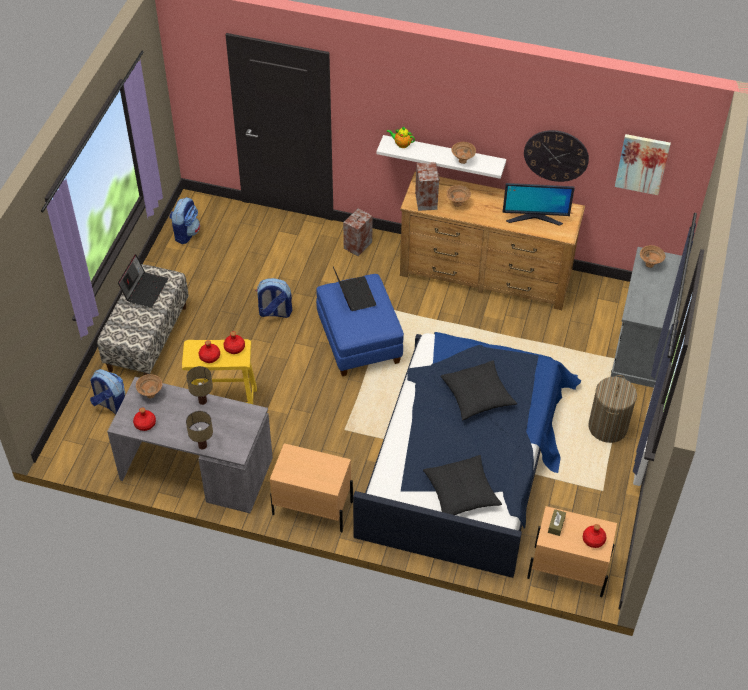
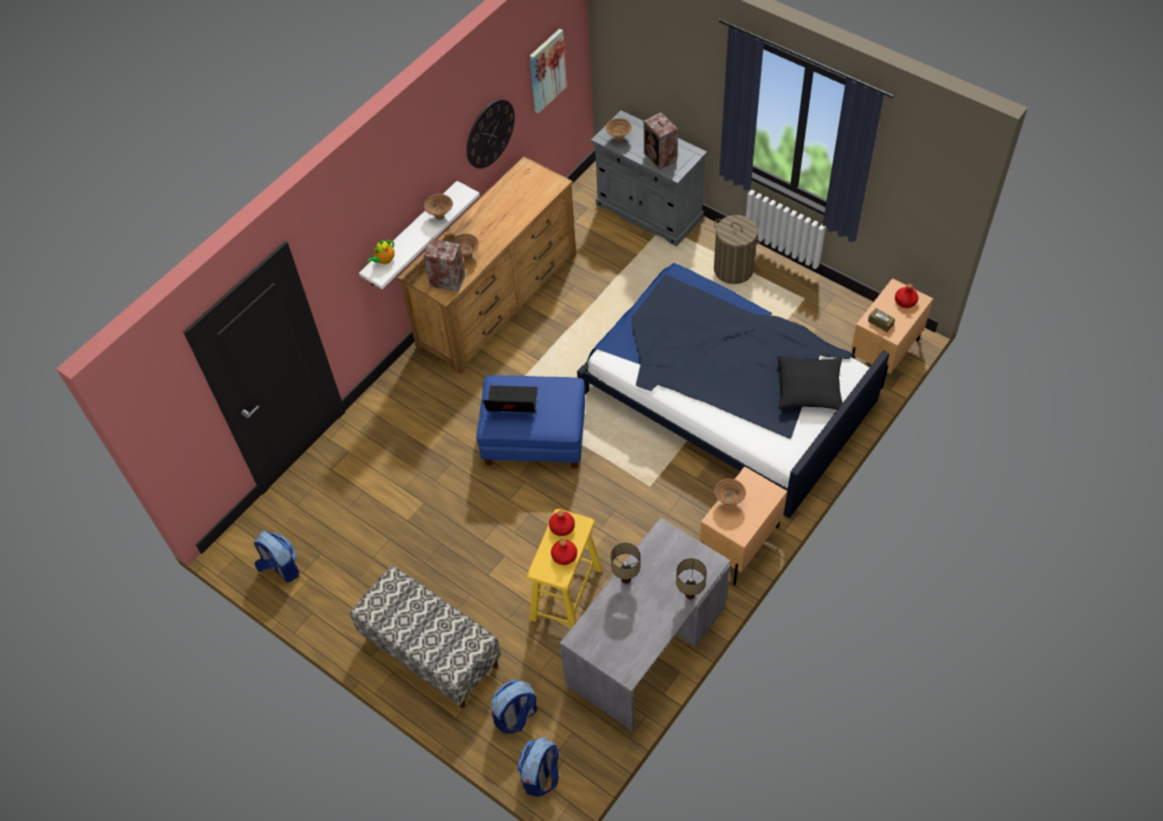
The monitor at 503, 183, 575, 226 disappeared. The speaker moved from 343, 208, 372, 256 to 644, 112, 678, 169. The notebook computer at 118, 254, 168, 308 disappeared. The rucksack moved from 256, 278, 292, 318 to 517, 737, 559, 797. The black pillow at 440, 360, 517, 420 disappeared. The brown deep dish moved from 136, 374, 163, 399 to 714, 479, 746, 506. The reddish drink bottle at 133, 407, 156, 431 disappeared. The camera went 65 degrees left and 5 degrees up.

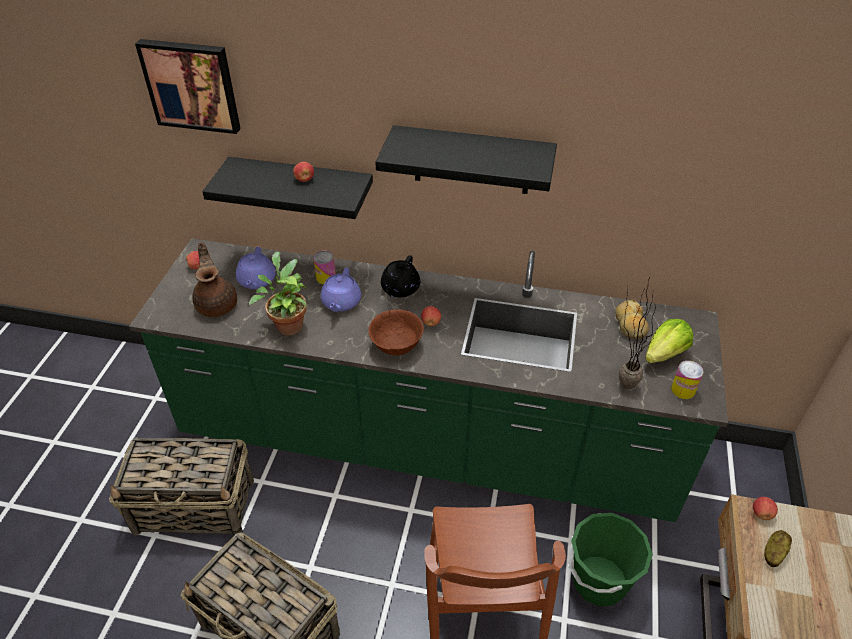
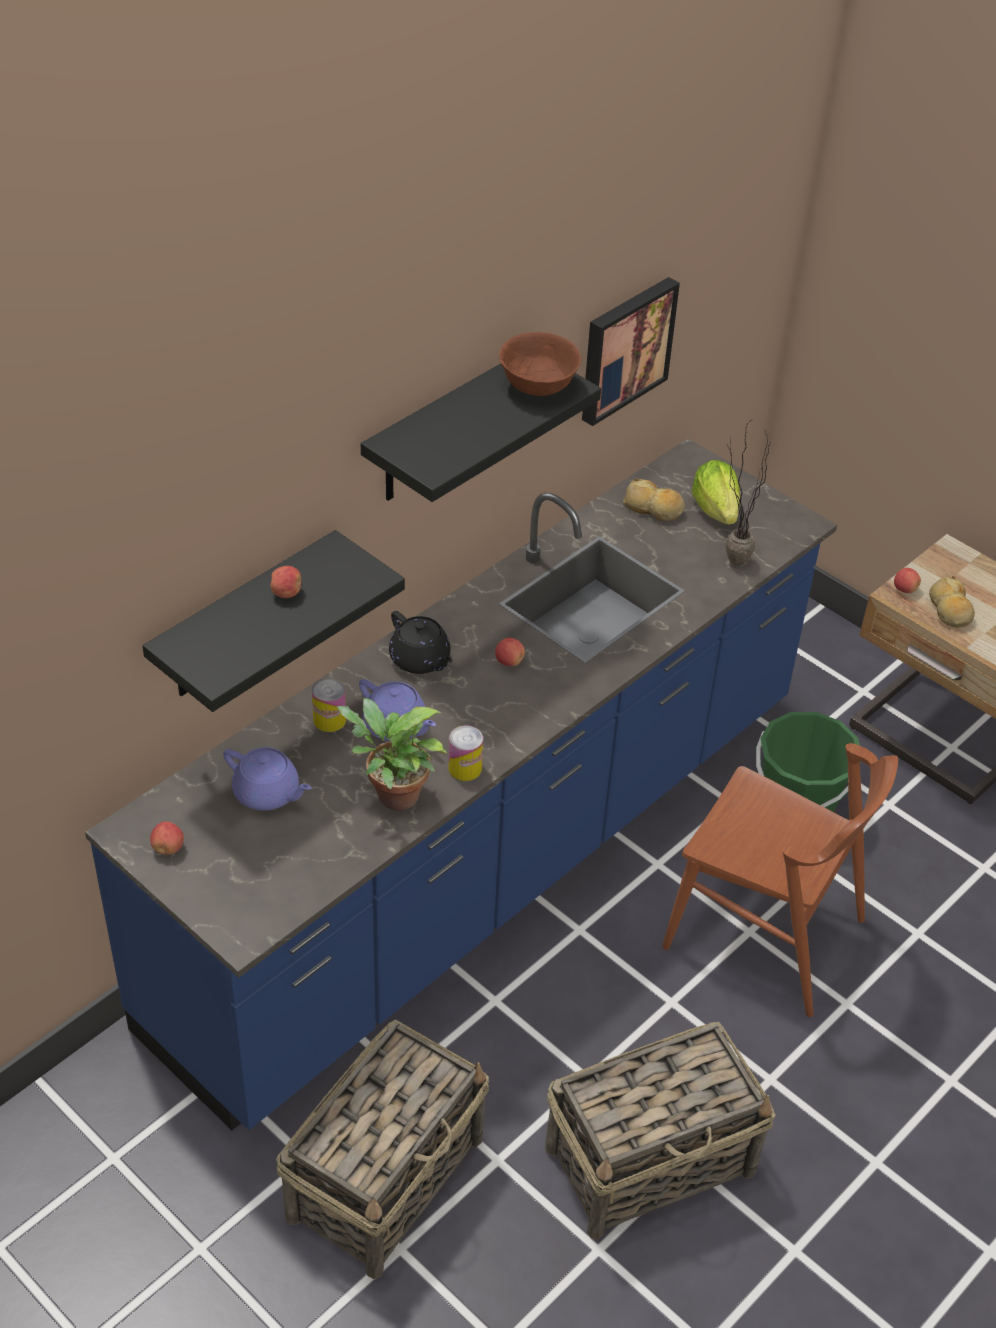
The wall picture moved from 135, 39, 241, 134 to 582, 277, 680, 426. The greenish counter at 129, 238, 728, 522 became the bluish counter at 85, 438, 837, 1130. The brown pot for tea at 192, 242, 237, 317 disappeared. The brown deep dish moved from 368, 309, 424, 355 to 499, 332, 581, 396. The metal can moved from 671, 361, 703, 399 to 449, 726, 483, 781. The whole potato at 764, 530, 792, 567 was replaced by the bakery bread at 929, 576, 975, 627. The camera went 60 degrees left and 0 degrees up.

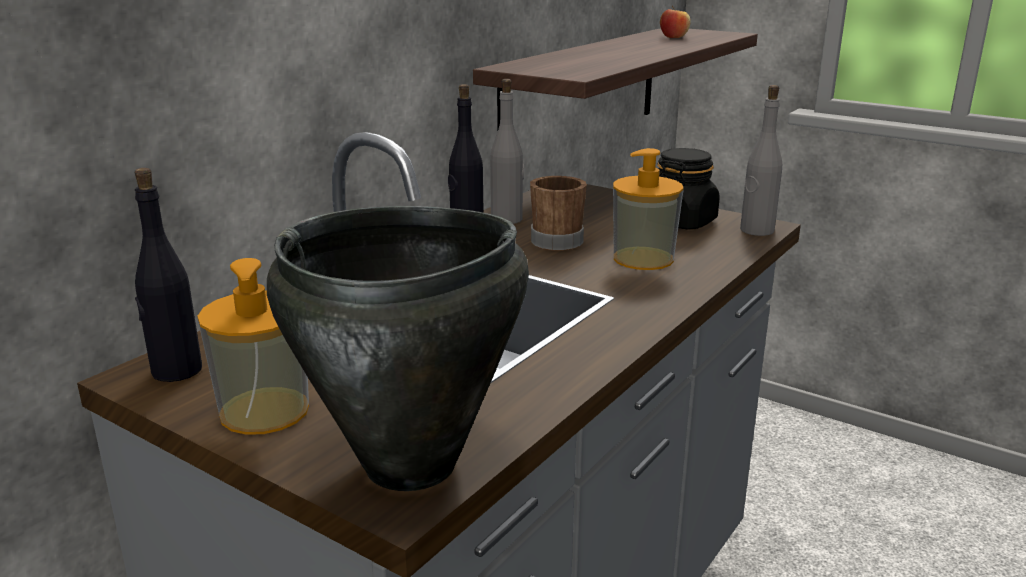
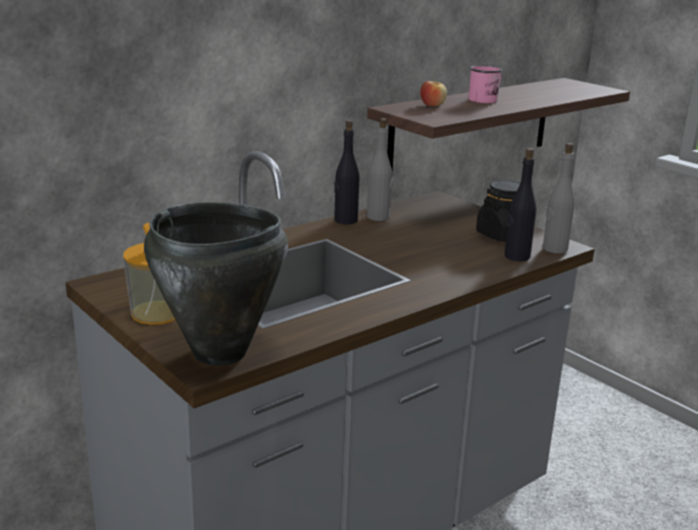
The apple fruit moved from 660, 6, 691, 38 to 420, 78, 447, 107. The liquid soap bottle at 613, 148, 683, 270 disappeared. The black drink bottle moved from 134, 168, 202, 382 to 504, 148, 536, 261. The brown coffee mug at 530, 176, 587, 251 disappeared. The pinkish coffee mug at 469, 65, 502, 103 appeared. The camera went 15 degrees right and 0 degrees up.

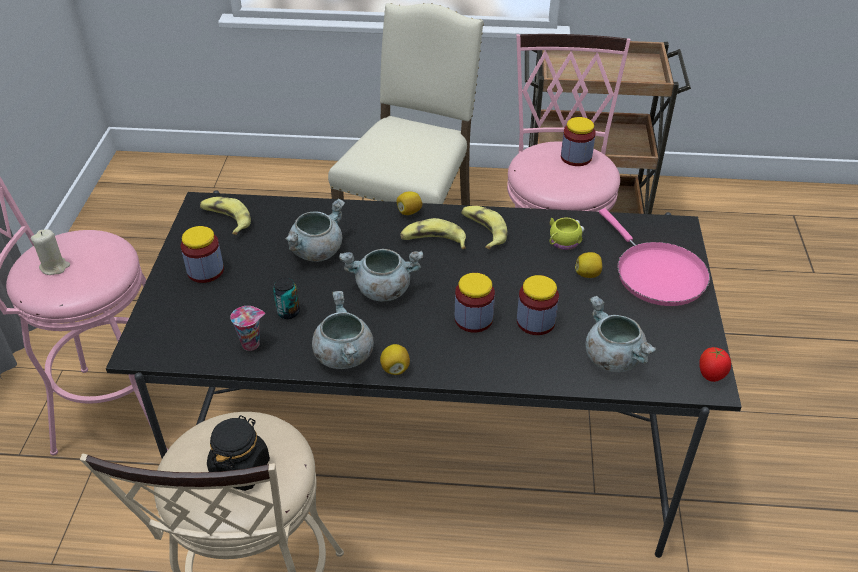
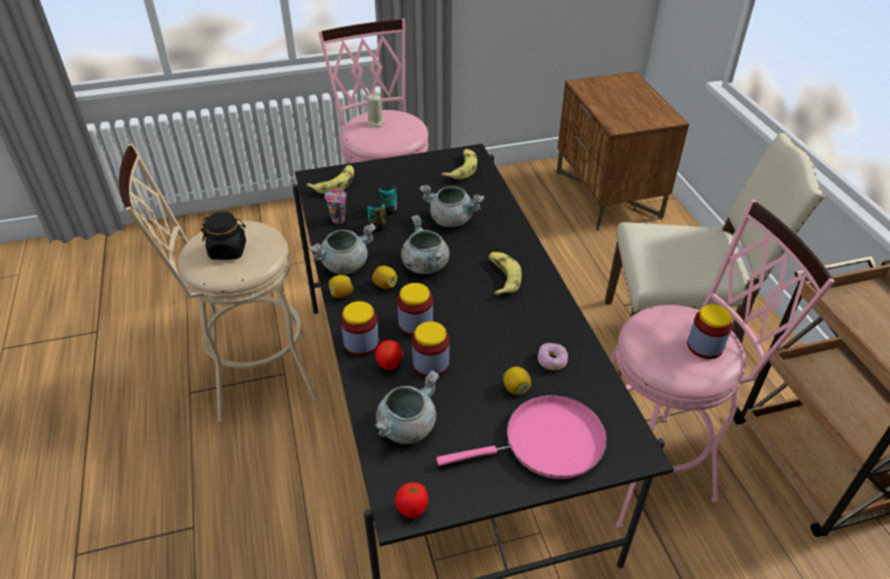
The whole lemon moved from 397, 192, 422, 215 to 372, 266, 398, 289. The banana fruit moved from 461, 206, 507, 249 to 307, 165, 354, 194. The pinkish pan at 599, 208, 710, 306 turned 150 degrees counterclockwise. The yellowish coffee mug at 550, 217, 584, 250 was replaced by the donut at 538, 343, 568, 370. The jar moved from 181, 226, 224, 283 to 341, 301, 379, 356. The brown night table at 557, 71, 689, 231 appeared. The metal can at 378, 181, 397, 214 appeared. The fresh tomato at 375, 340, 403, 370 appeared. The camera went 70 degrees right and 0 degrees up.

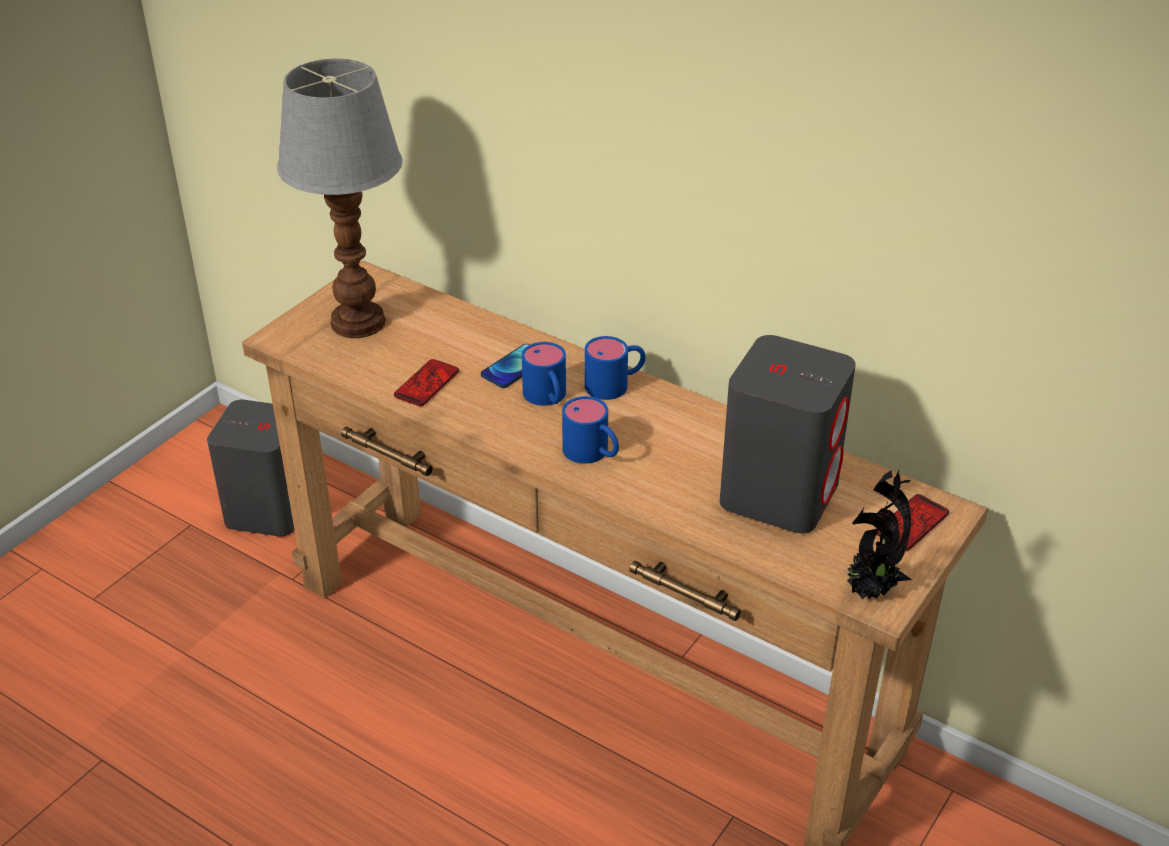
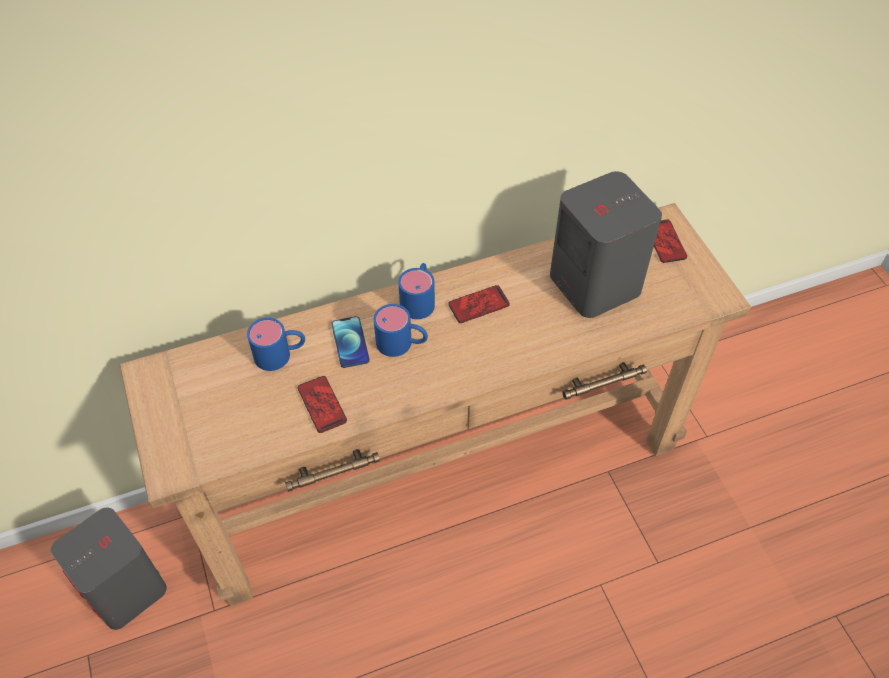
The lamp for a table at 277, 59, 402, 338 disappeared. The bluish coffee mug moved from 562, 396, 619, 464 to 247, 318, 305, 371. The potted plant at 846, 470, 912, 600 disappeared. The handset at 448, 285, 510, 323 appeared. The camera went 55 degrees left and 15 degrees up.

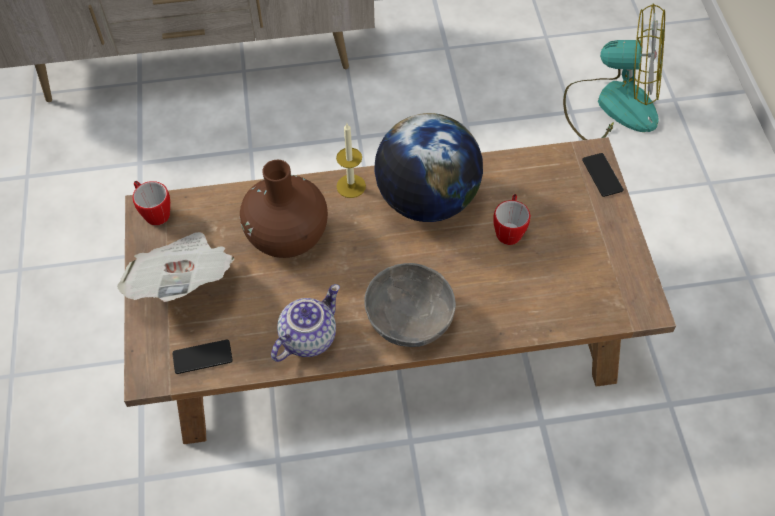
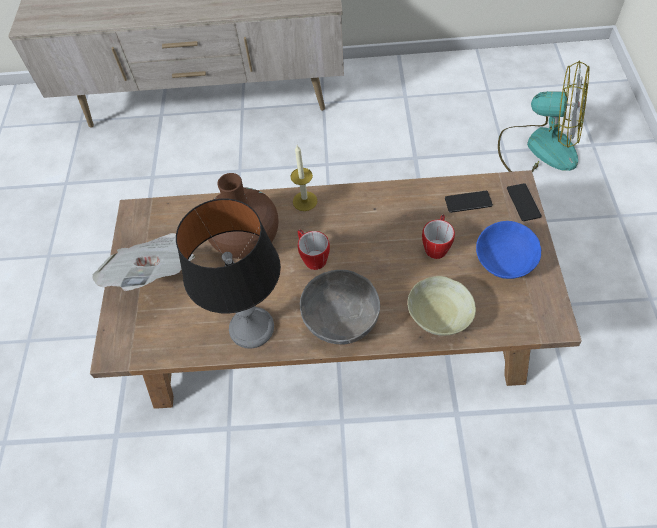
The world globe at 374, 113, 483, 222 disappeared. The coffee mug moved from 133, 181, 170, 225 to 298, 230, 330, 270. The pot for tea at 271, 284, 340, 362 was replaced by the lamp for a table at 176, 199, 281, 349. The handset moved from 172, 340, 233, 374 to 445, 191, 493, 213. The bluish deep dish at 476, 221, 541, 279 appeared. The beige-coloured deep dish at 407, 276, 476, 336 appeared. The camera went 10 degrees right and 0 degrees up.

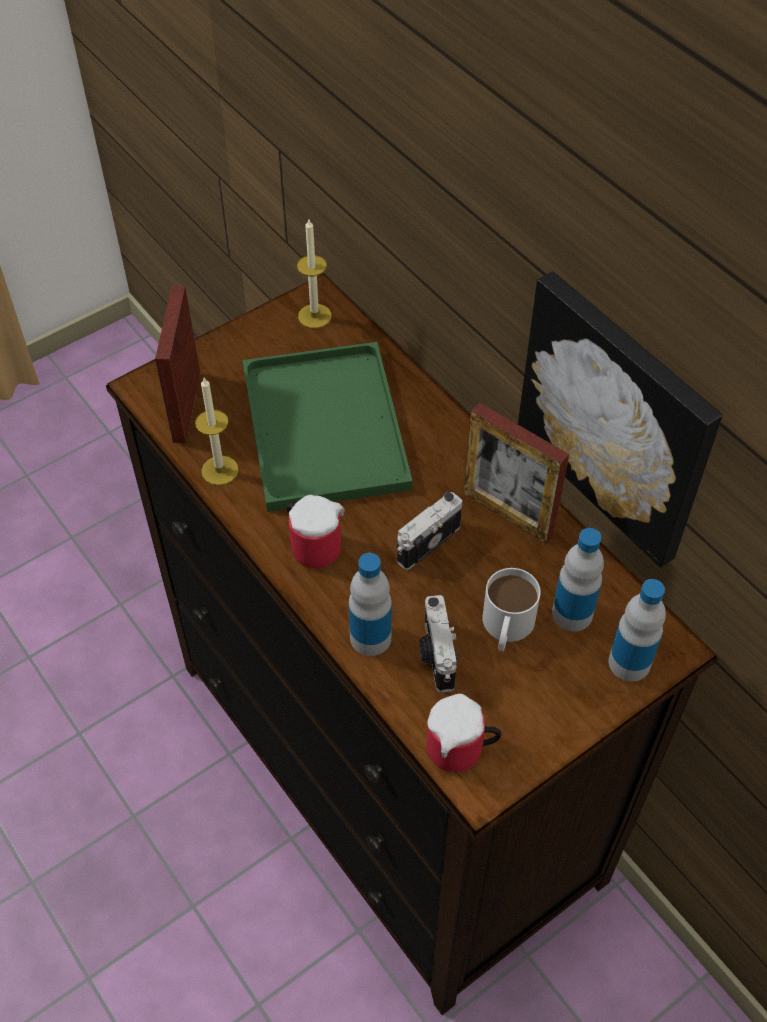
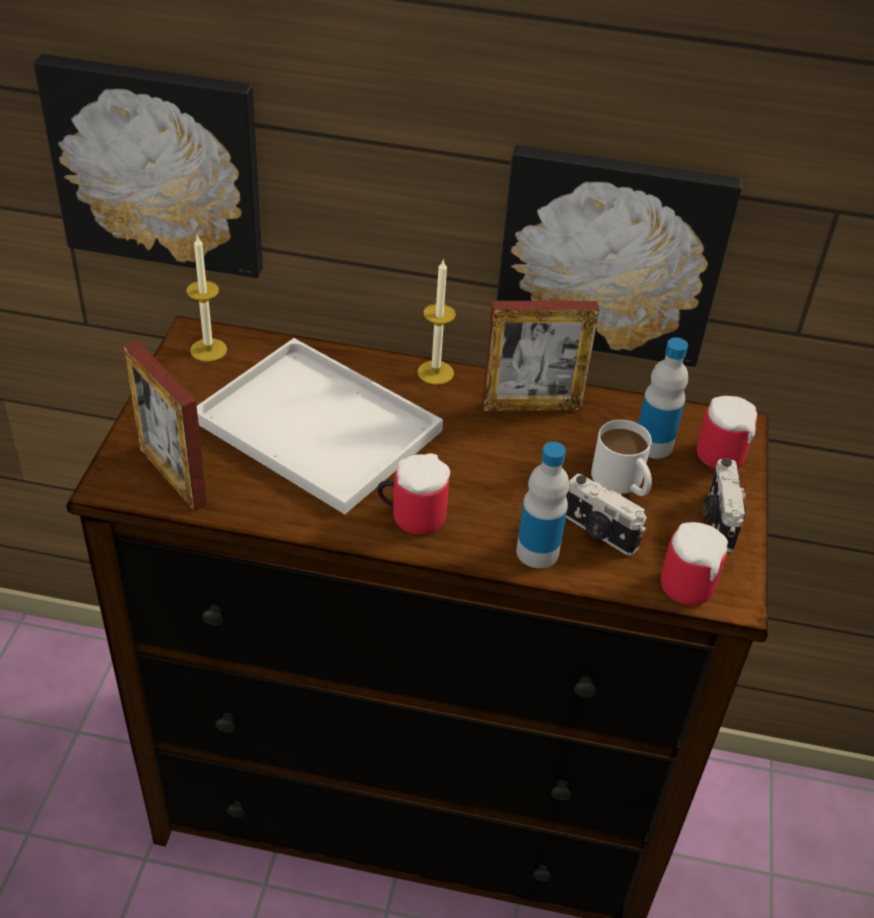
The greenish serving tray at 242, 342, 413, 512 became the white serving tray at 197, 338, 443, 514. The wax light moved from 195, 378, 239, 485 to 417, 260, 456, 385. The photo camera moved from 397, 492, 462, 570 to 703, 458, 746, 552. The drink bottle at 609, 579, 666, 682 was replaced by the coffee mug at 697, 396, 757, 469. The wall picture at 34, 54, 263, 278 appeared. The camera went 45 degrees left and 10 degrees down.

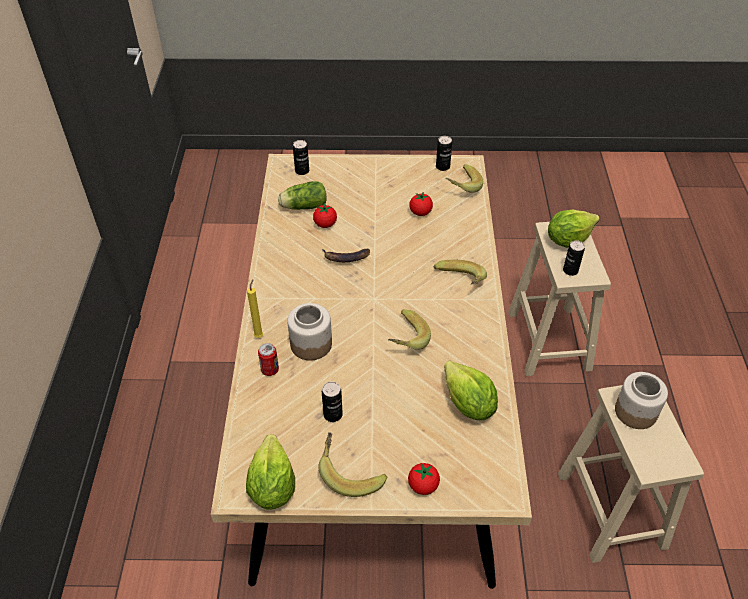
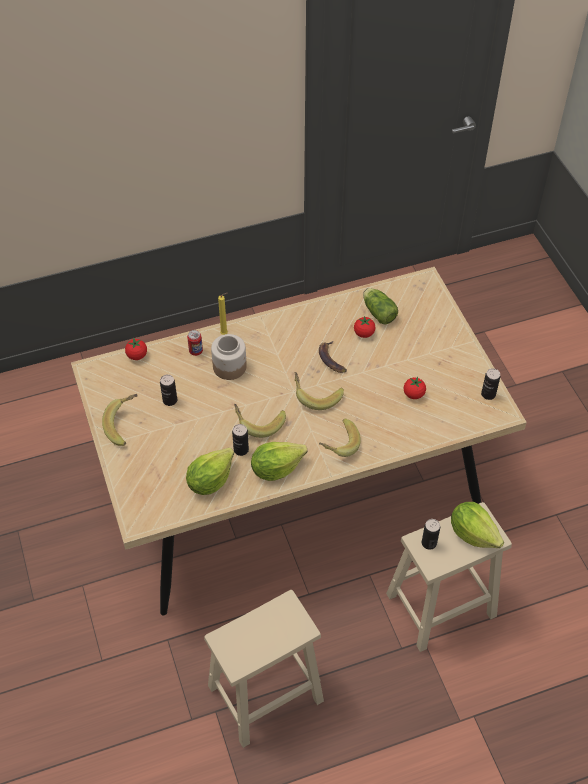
The metal can moved from 293, 140, 309, 175 to 232, 424, 249, 456. The banana fruit moved from 445, 164, 483, 193 to 295, 372, 344, 410. The jar at 615, 372, 668, 429 disappeared. The lettuce head moved from 246, 434, 295, 510 to 251, 442, 308, 481. The fresh tomato moved from 408, 463, 440, 495 to 125, 338, 147, 360. The camera went 70 degrees right and 5 degrees up.

